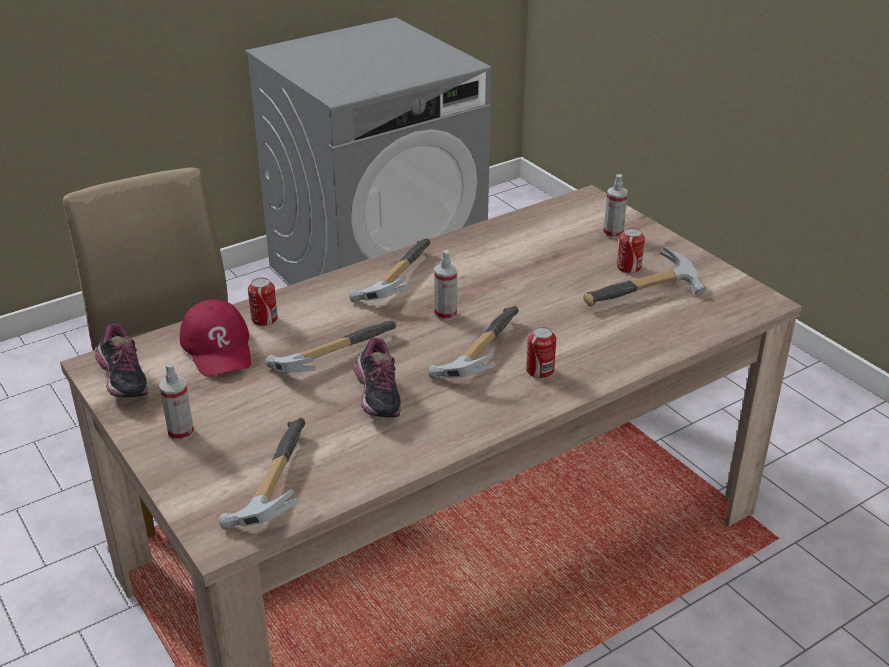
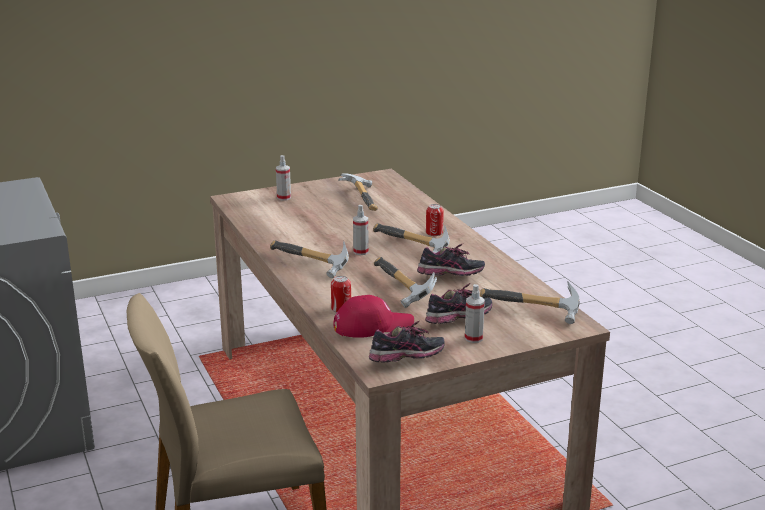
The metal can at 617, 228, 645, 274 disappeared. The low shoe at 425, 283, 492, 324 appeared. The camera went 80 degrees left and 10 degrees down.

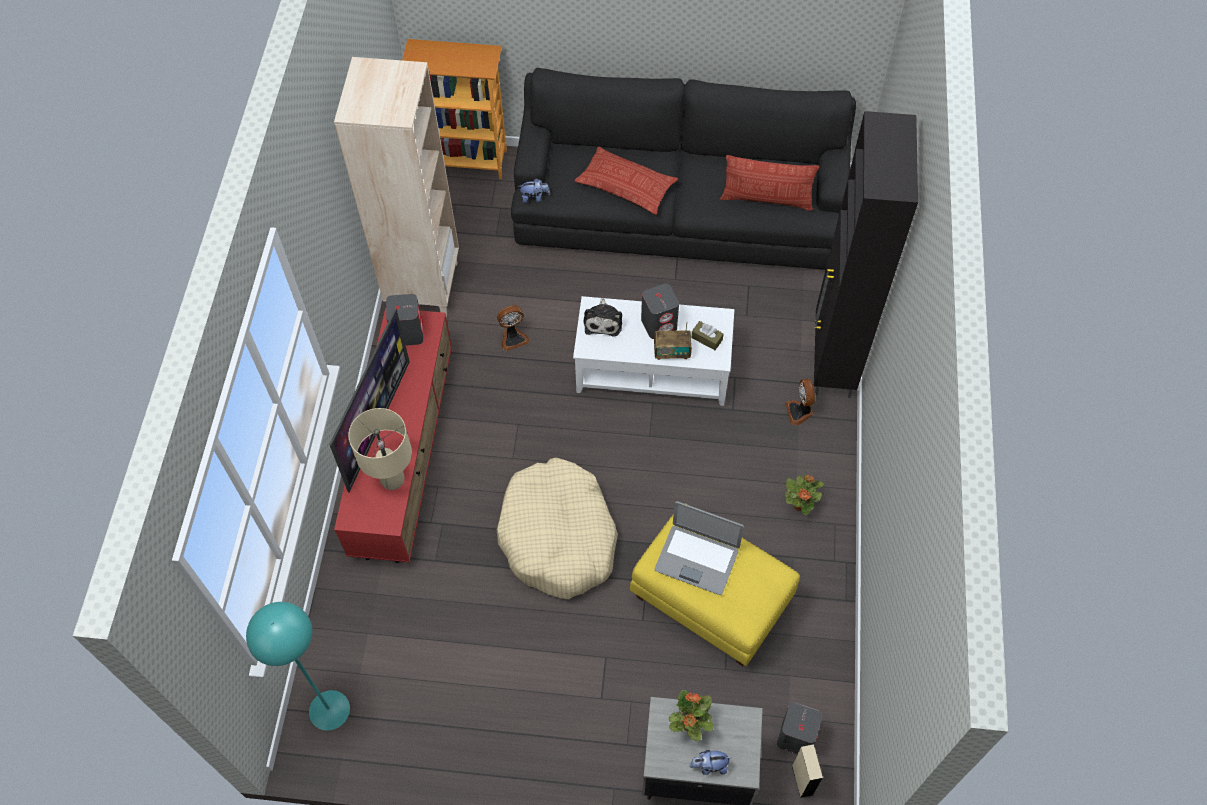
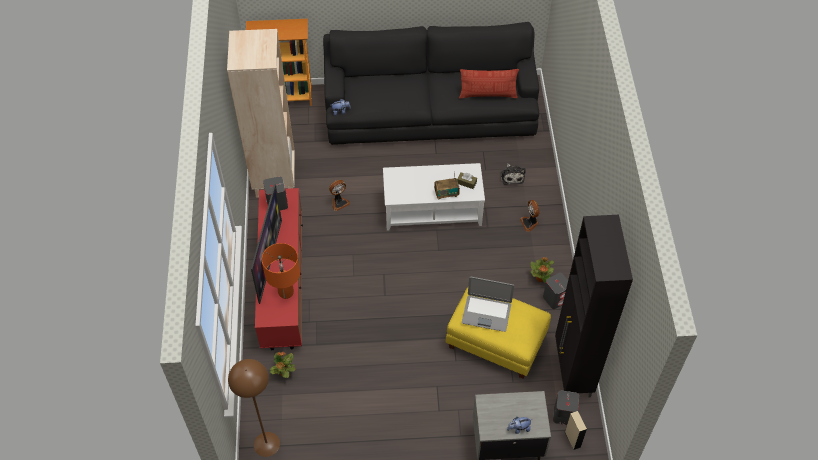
The black cupboard moved from 814, 111, 918, 398 to 555, 215, 633, 398. The pillow at 574, 147, 678, 215 disappeared. The greyish speaker moved from 641, 284, 679, 339 to 543, 273, 568, 309. The soft toy moved from 584, 298, 622, 337 to 501, 163, 526, 185. The beige-coloured lamp for a table at 348, 408, 412, 490 became the orange lamp for a table at 262, 243, 300, 299. The beige-coloured dog bed at 497, 458, 618, 599 disappeared. The turquoise standing lamp at 246, 602, 350, 731 became the brown standing lamp at 228, 359, 280, 457. The potted plant moved from 668, 690, 714, 741 to 270, 351, 295, 378. The camera went 10 degrees left and 5 degrees down.

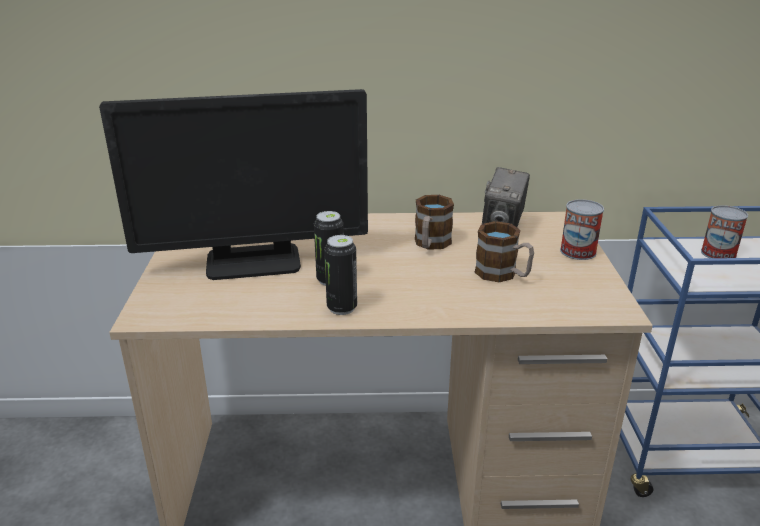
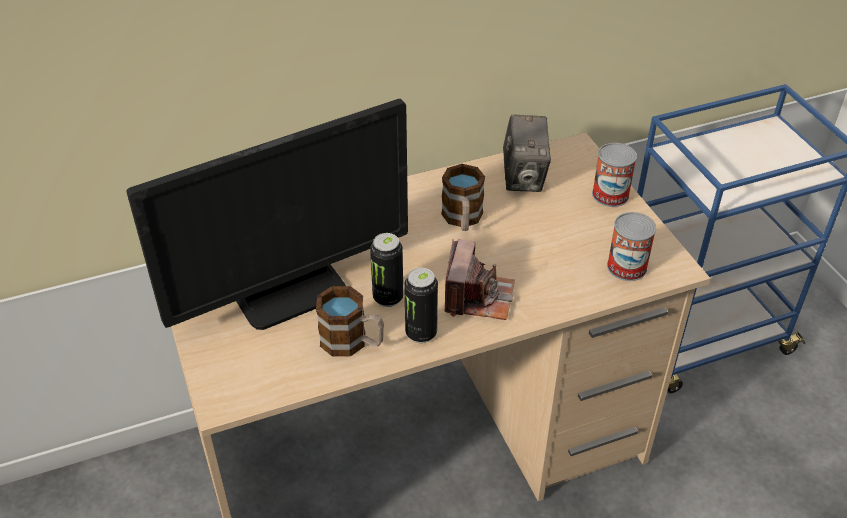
The metal can moved from 701, 205, 748, 258 to 607, 212, 656, 281. The coffee mug moved from 475, 221, 534, 282 to 316, 286, 384, 356. The photo camera at 444, 239, 515, 320 appeared. The camera went 20 degrees left and 15 degrees up.

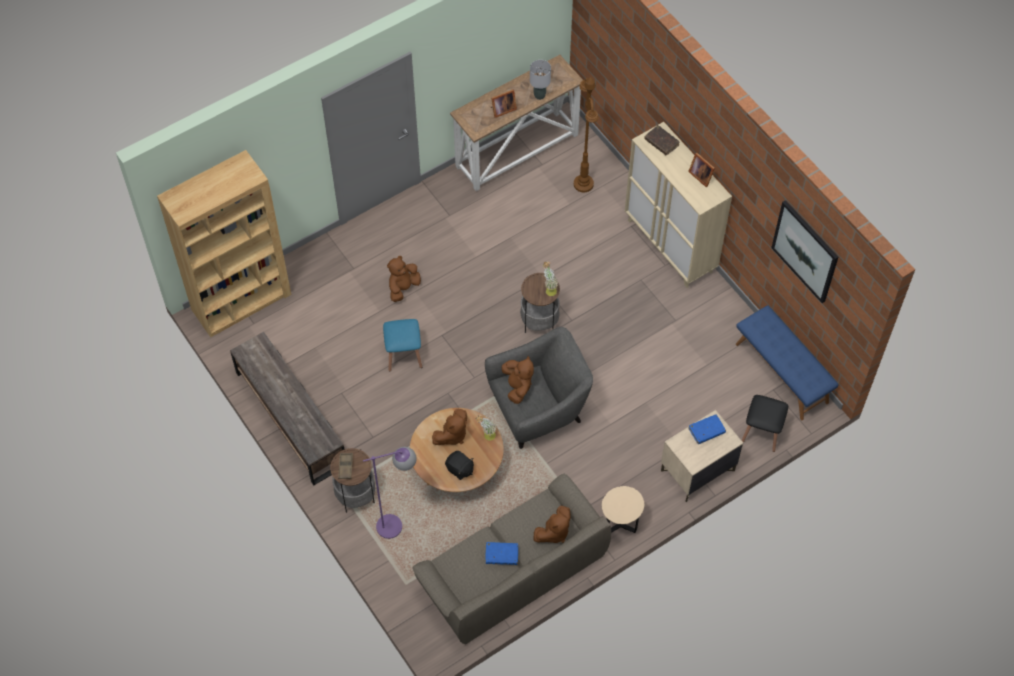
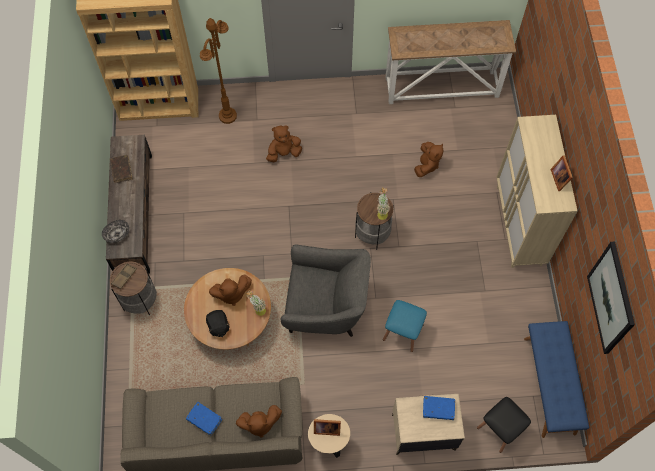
The greyish lamp for a table at 530, 60, 551, 100 disappeared. The brown standing lamp moved from 574, 77, 599, 192 to 200, 18, 237, 124. The standing frame moved from 491, 89, 517, 118 to 314, 419, 341, 436. The brown volume moved from 644, 125, 679, 155 to 110, 155, 133, 183. The bluish sitting stool moved from 383, 319, 422, 372 to 383, 300, 427, 352. The brown soft toy moved from 501, 356, 534, 404 to 414, 142, 444, 177. The purple-coloured standing lamp at 363, 447, 416, 539 disappeared. The deep dish at 102, 220, 129, 243 appeared. The camera went 30 degrees right and 5 degrees up.

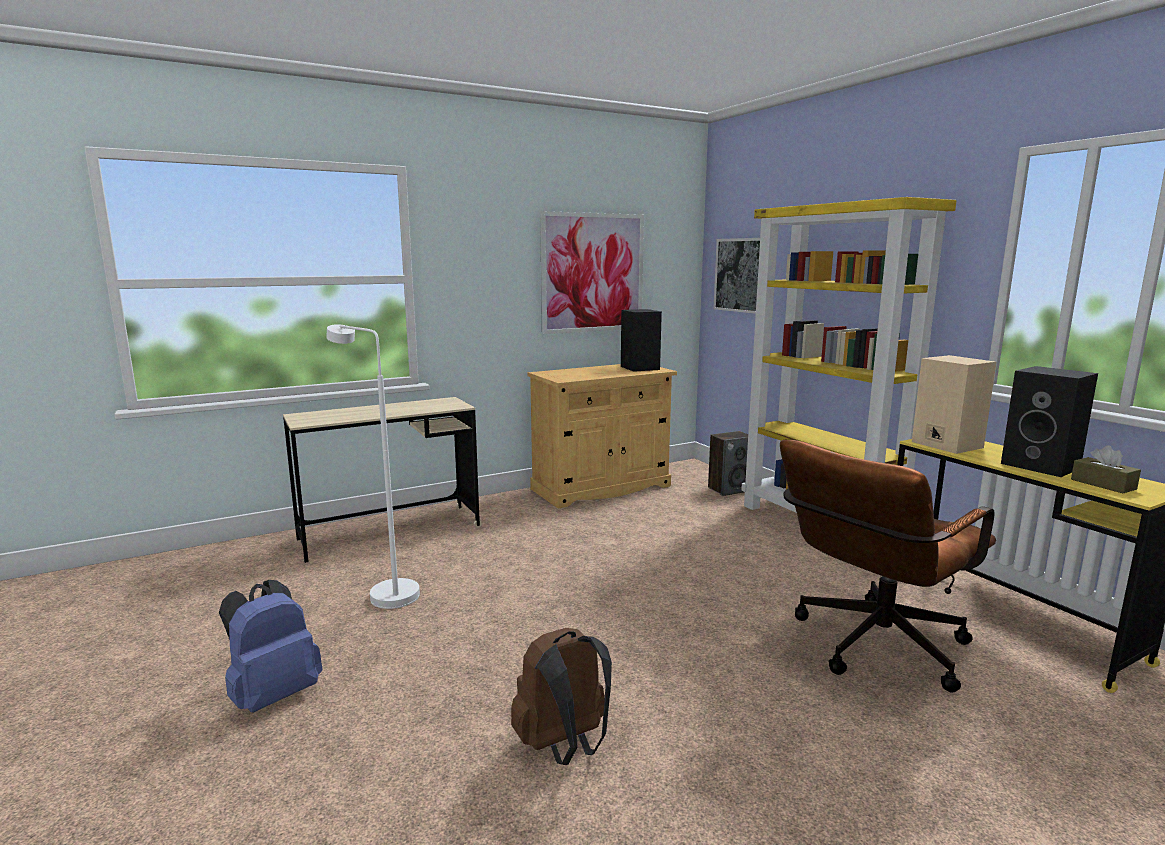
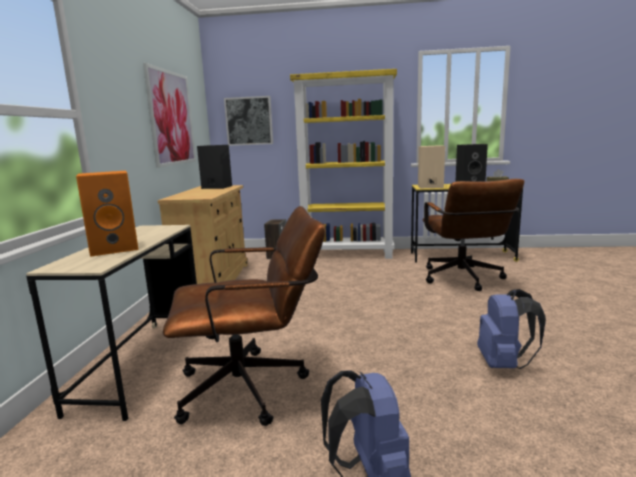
The white standing lamp at 326, 324, 420, 609 was replaced by the brown office chair at 163, 206, 326, 426. The brown rucksack at 511, 628, 612, 765 became the bluish rucksack at 477, 289, 546, 369. The orange speaker at 76, 171, 138, 257 appeared. The camera went 55 degrees left and 0 degrees up.

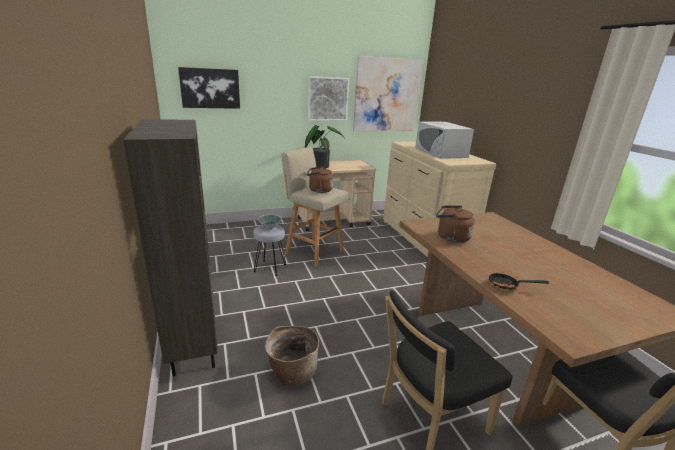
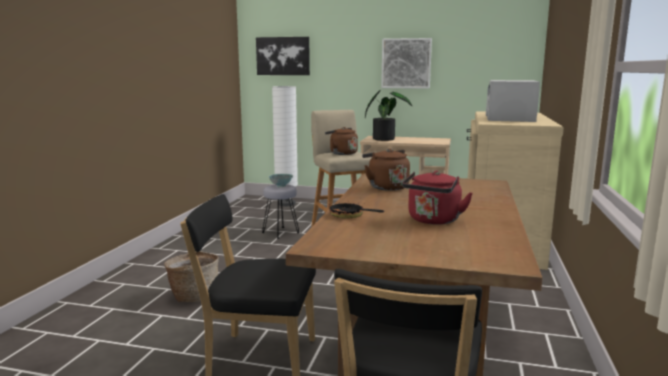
The wall picture at 353, 56, 423, 131 disappeared. The brown bookshelf at 123, 119, 218, 376 disappeared. The white standing lamp at 272, 86, 298, 206 appeared. The reddish kettle at 402, 170, 473, 225 appeared. The camera went 35 degrees right and 10 degrees down.

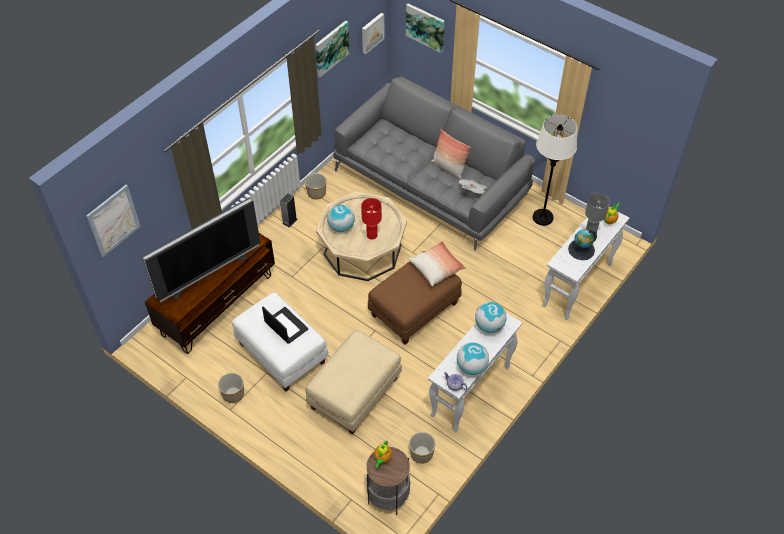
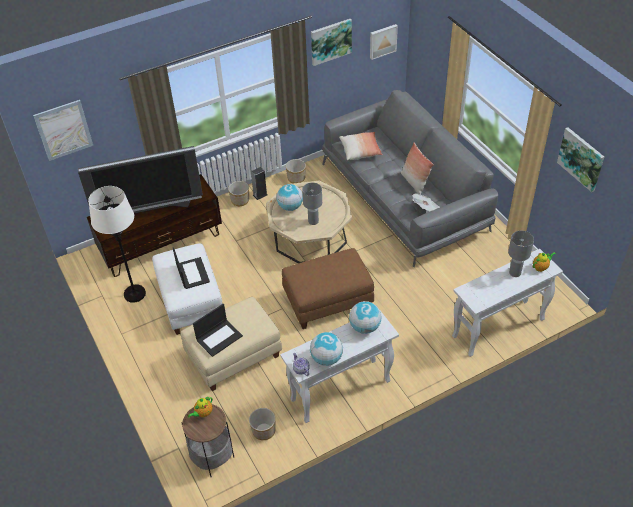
The wall picture moved from 406, 3, 445, 53 to 557, 127, 604, 192. The white standing lamp moved from 533, 115, 577, 226 to 88, 186, 146, 303. The reddish lamp for a table at 361, 198, 382, 239 became the greyish lamp for a table at 302, 183, 322, 225. The world globe at 568, 229, 597, 260 disappeared. The pillow moved from 408, 241, 465, 287 to 339, 132, 383, 160. The plant pot moved from 218, 373, 244, 403 to 228, 181, 249, 206. The notebook computer at 193, 304, 243, 357 appeared. The camera went 25 degrees right and 5 degrees down.

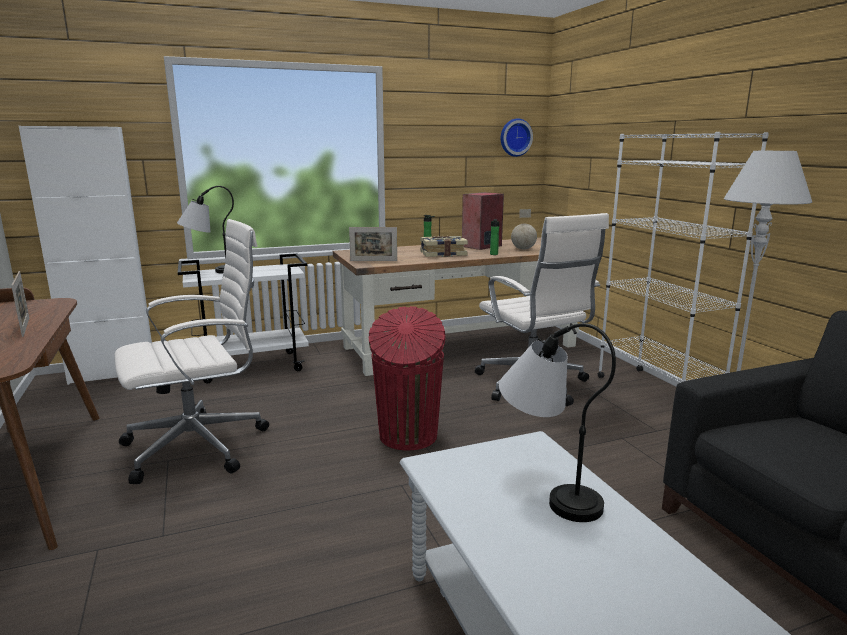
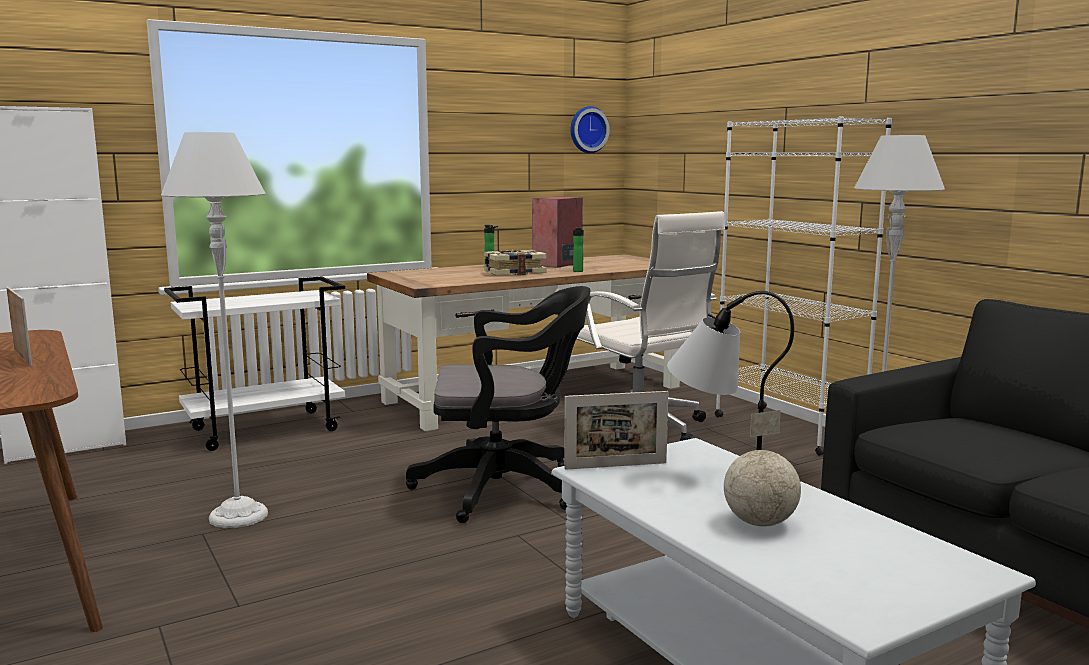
The lamp for a table at 177, 186, 234, 274 disappeared. The world globe moved from 511, 209, 537, 250 to 724, 410, 801, 527. The white office chair at 114, 219, 269, 484 was replaced by the greyish standing lamp at 161, 132, 268, 528. The standing frame moved from 349, 227, 397, 261 to 564, 391, 668, 470. The reddish trash can at 369, 306, 445, 450 was replaced by the black office chair at 406, 286, 591, 523. The camera went 10 degrees left and 5 degrees down.

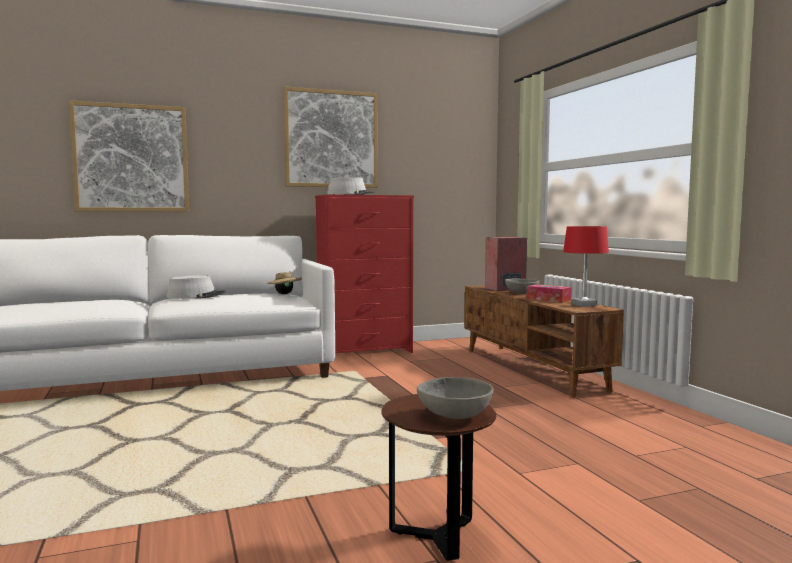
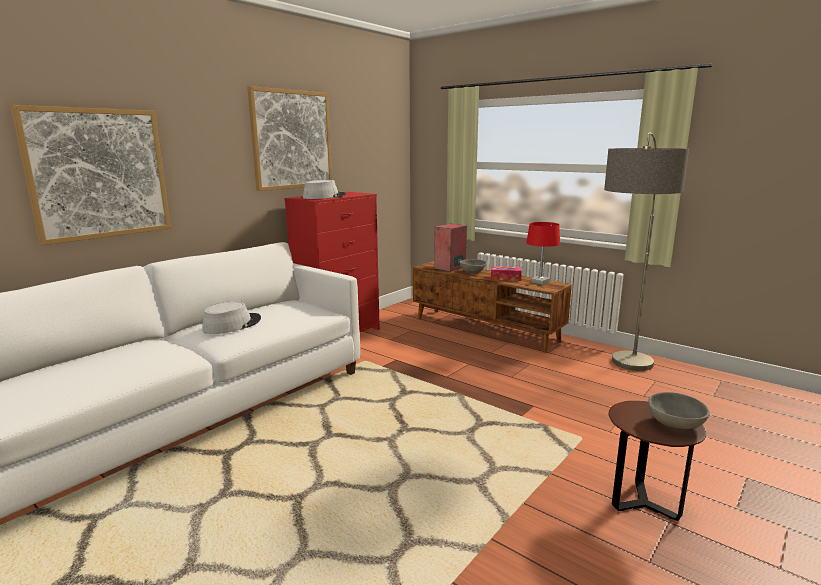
The beige-coloured clothing hat at 268, 271, 302, 294 disappeared. The standing lamp at 604, 132, 689, 371 appeared. The camera went 30 degrees left and 10 degrees up.

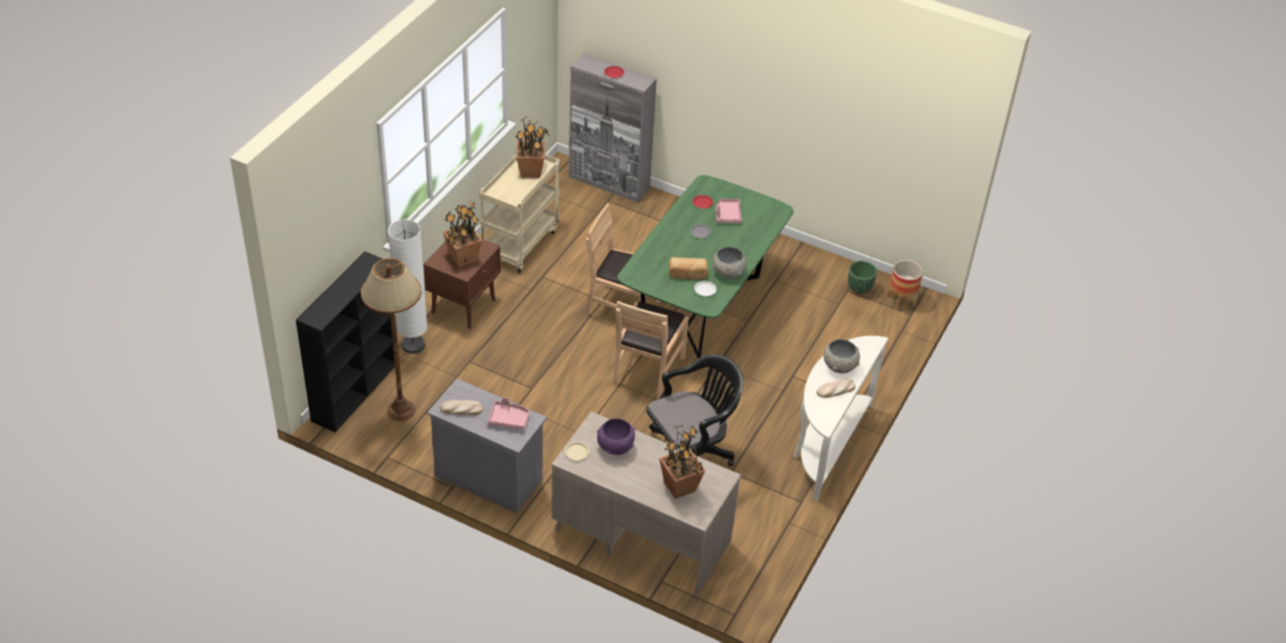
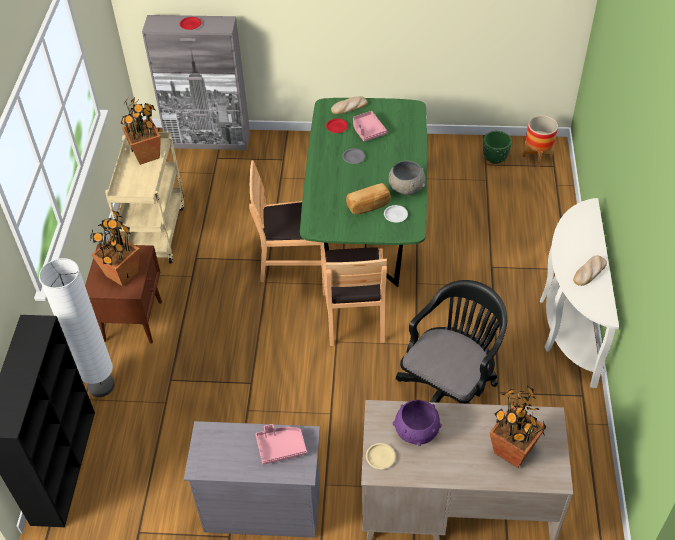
The brown standing lamp at 361, 258, 422, 421 disappeared. The greyish deep dish at 824, 339, 860, 374 disappeared. The bakery bread moved from 440, 400, 483, 415 to 331, 96, 367, 114. The camera went 20 degrees left and 5 degrees up.

